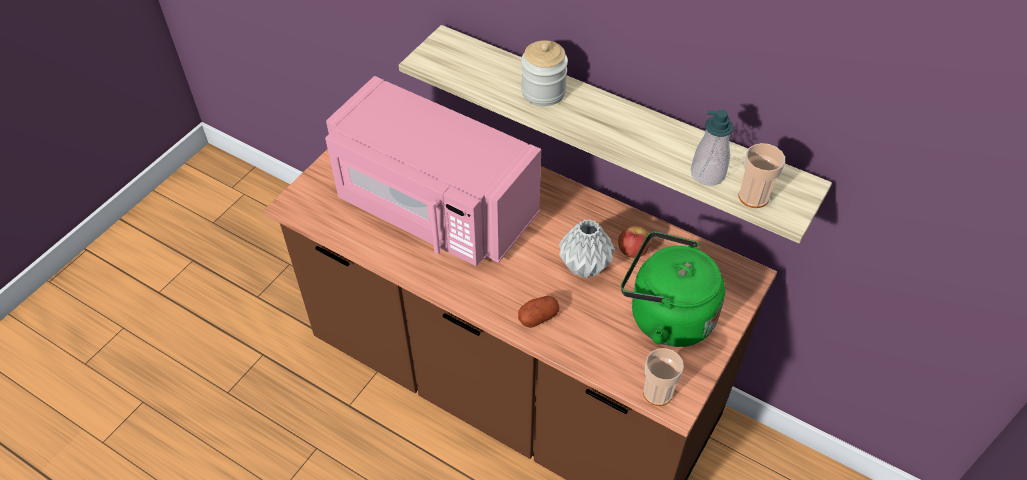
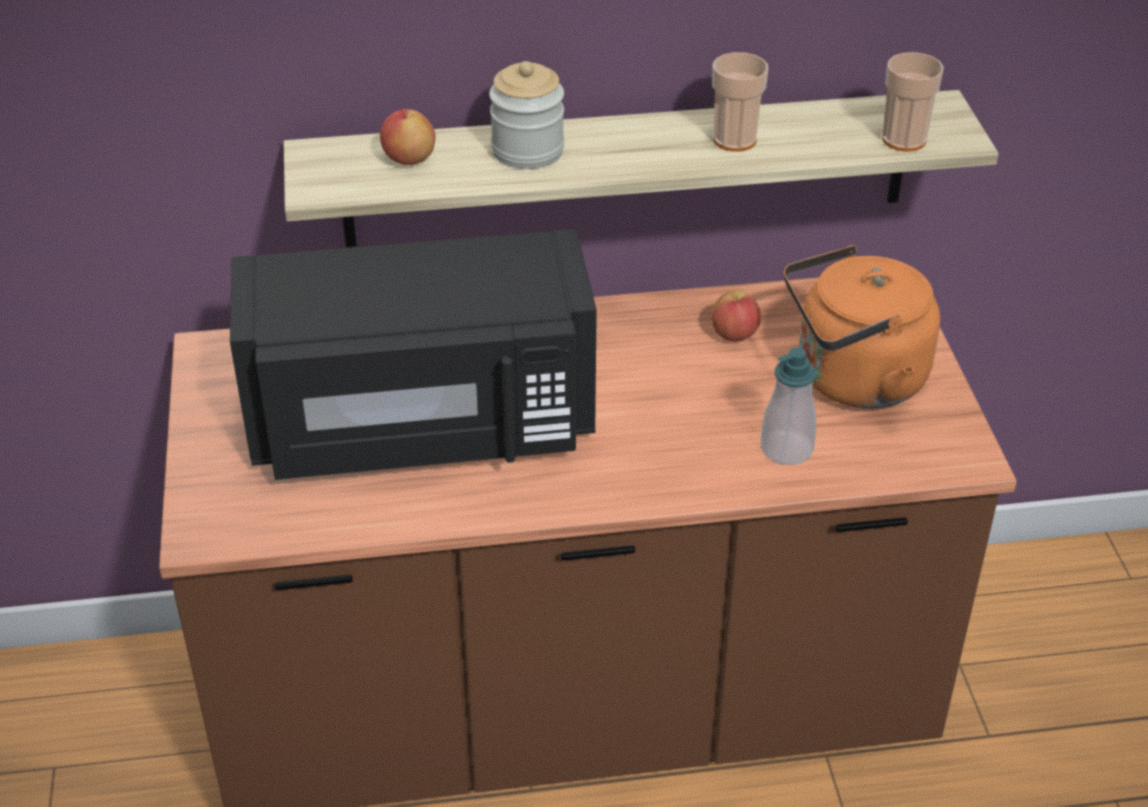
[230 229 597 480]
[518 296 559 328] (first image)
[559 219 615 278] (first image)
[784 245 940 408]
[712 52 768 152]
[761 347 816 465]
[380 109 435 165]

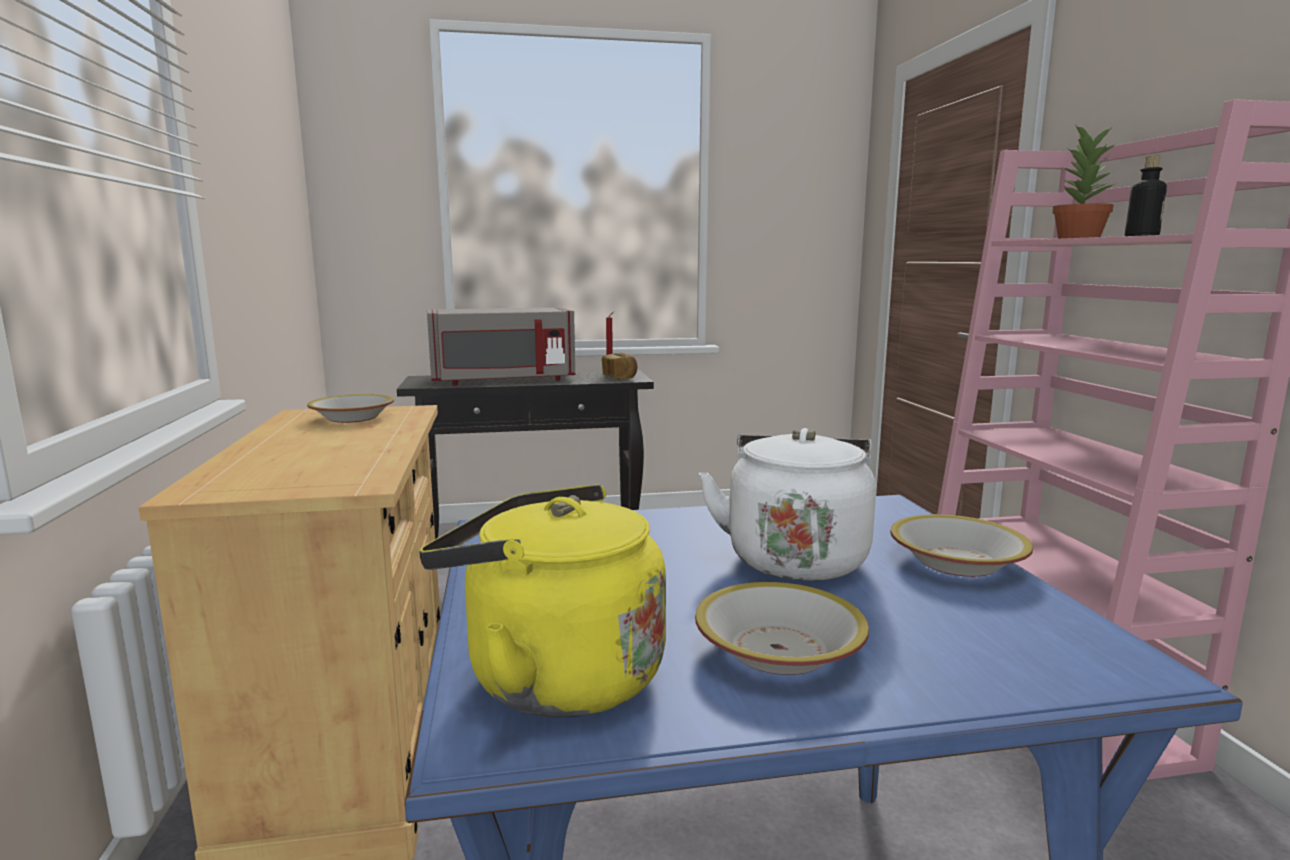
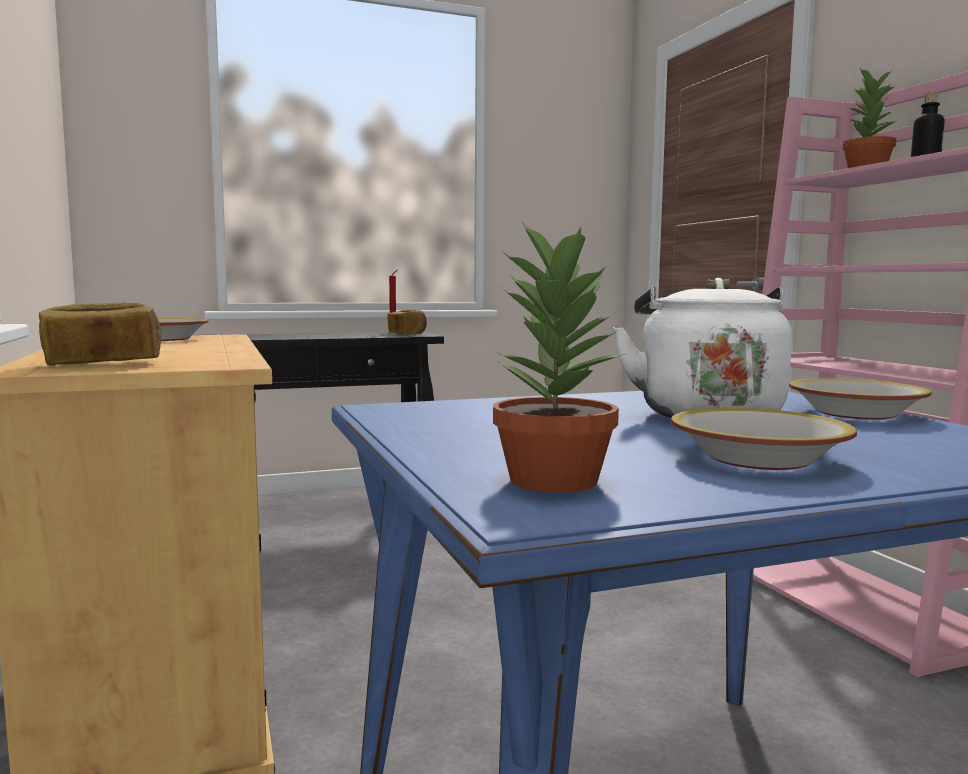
[493 221 627 493]
[427 307 576 385] (first image)
[39 303 161 365]

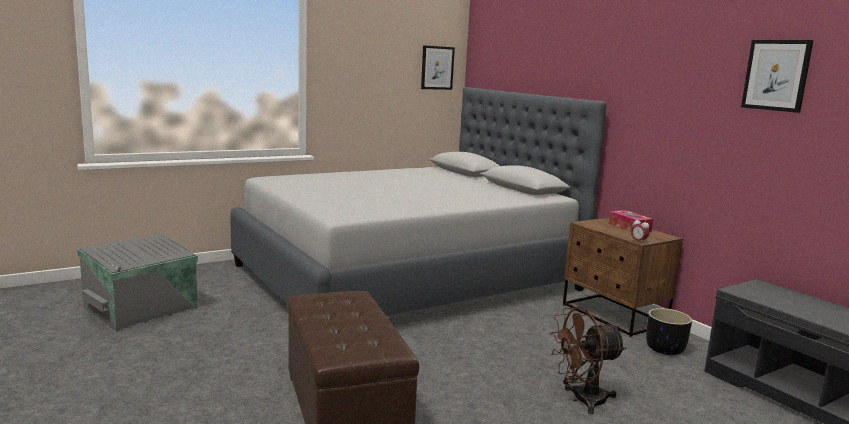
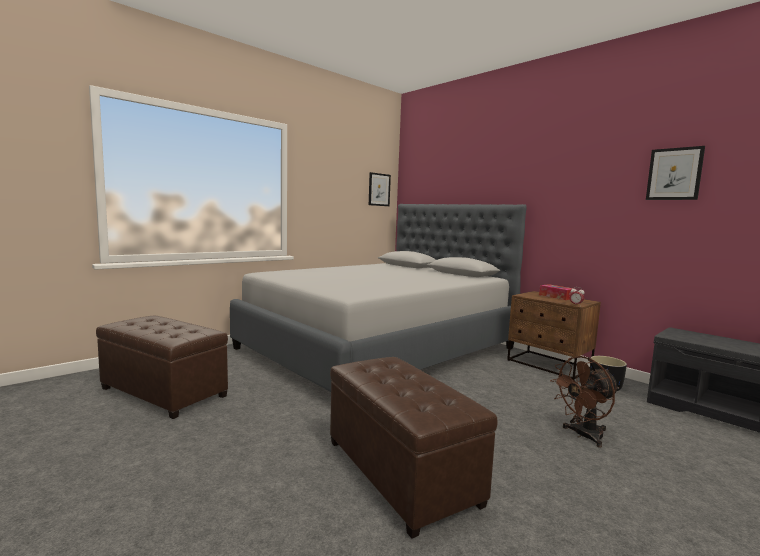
[96 316 228 419]

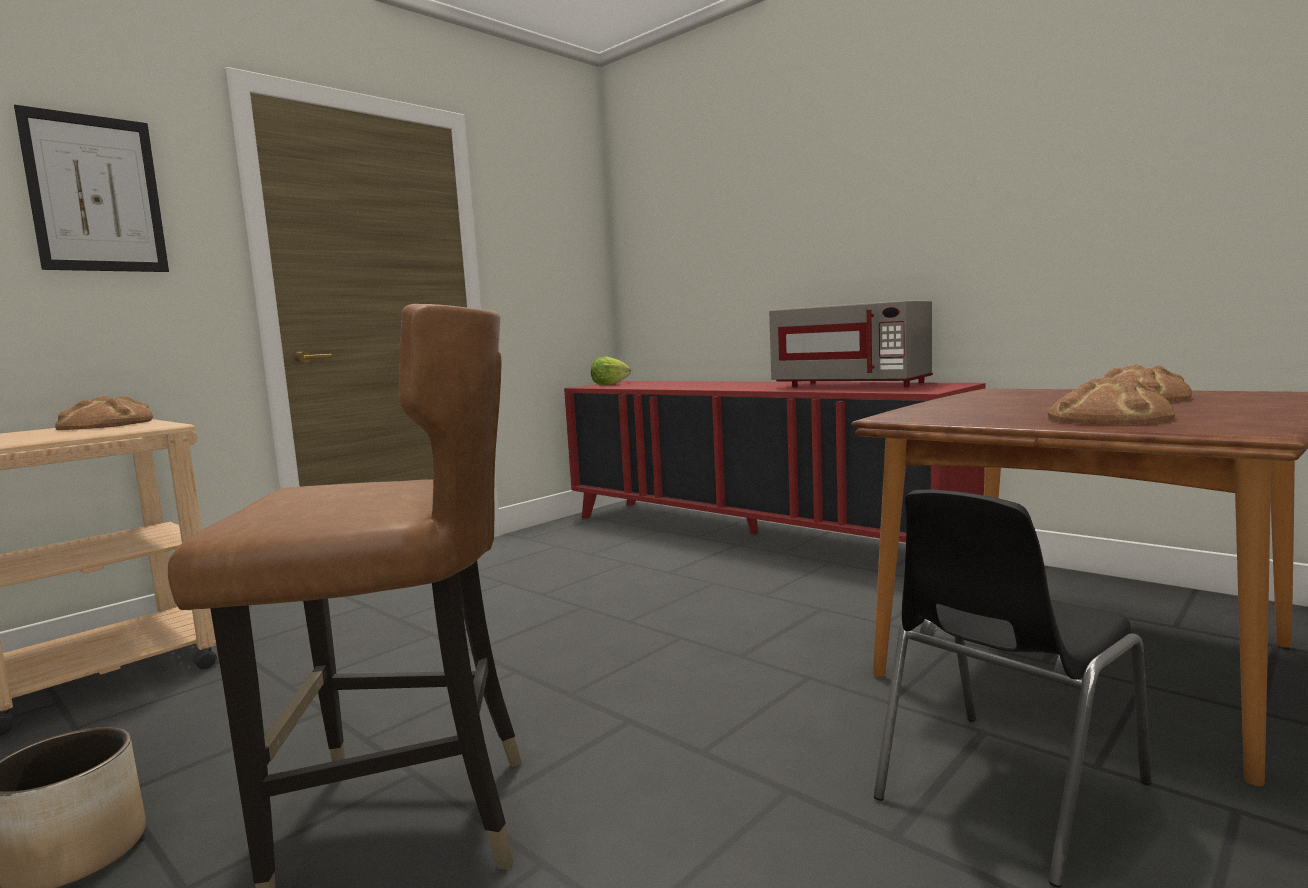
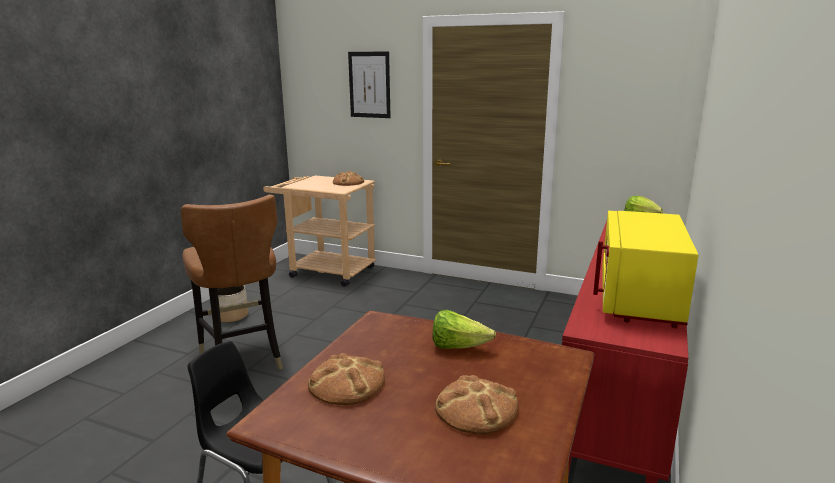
[593 211 698 328]
[433 310 496 349]

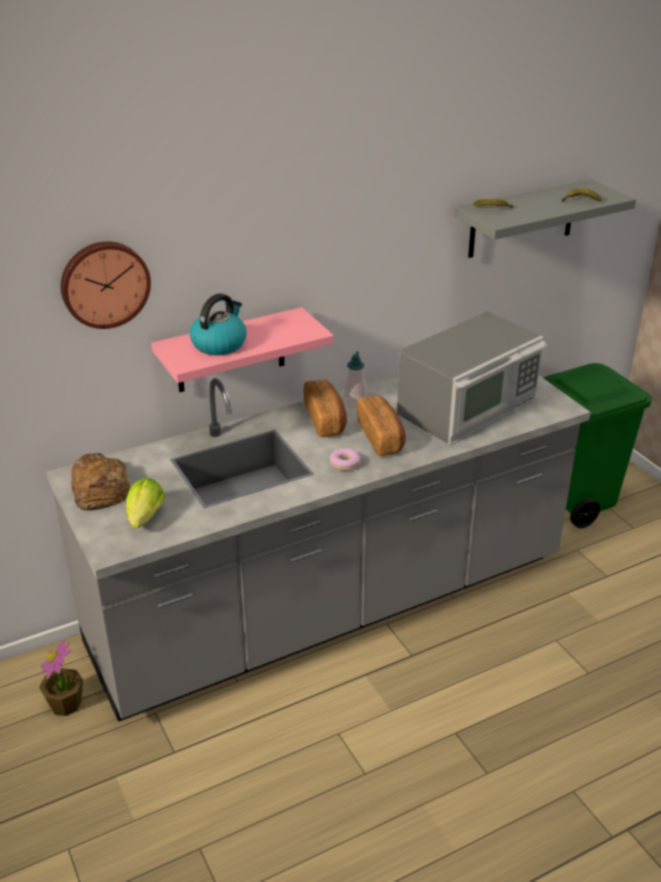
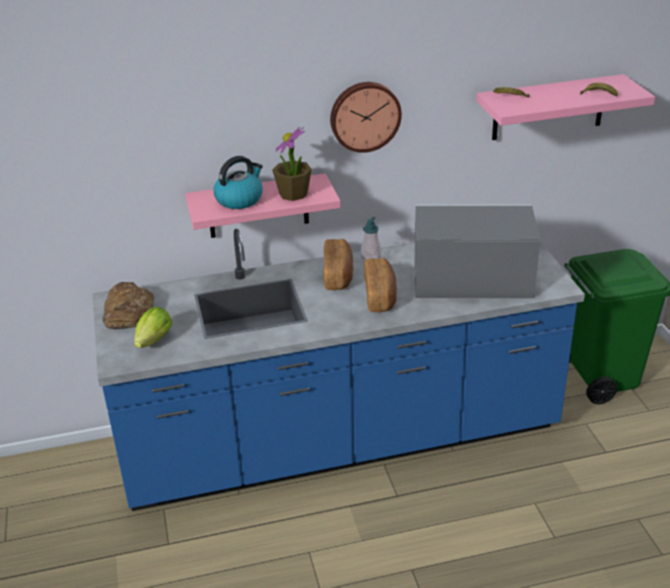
[272 127 312 201]
[92 229 585 511]
[330 82 402 153]
[329 448 361 471] (first image)
[414 204 541 299]
[476 74 655 140]

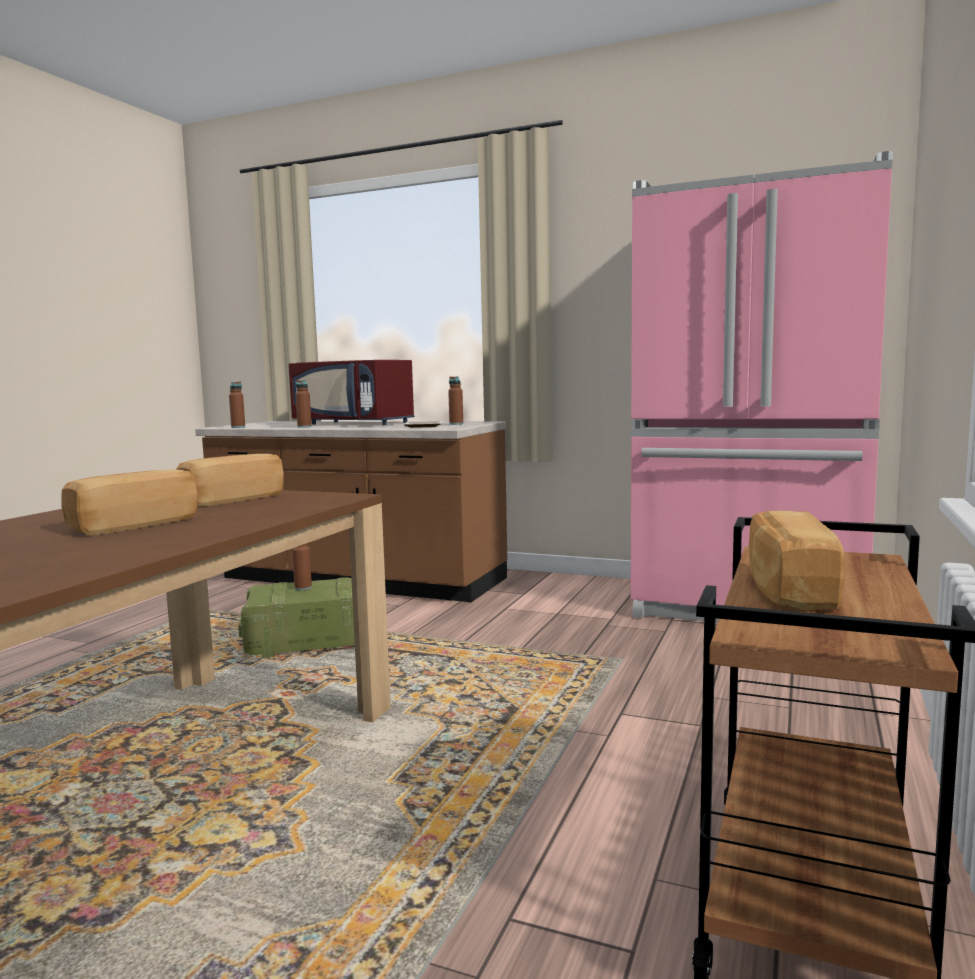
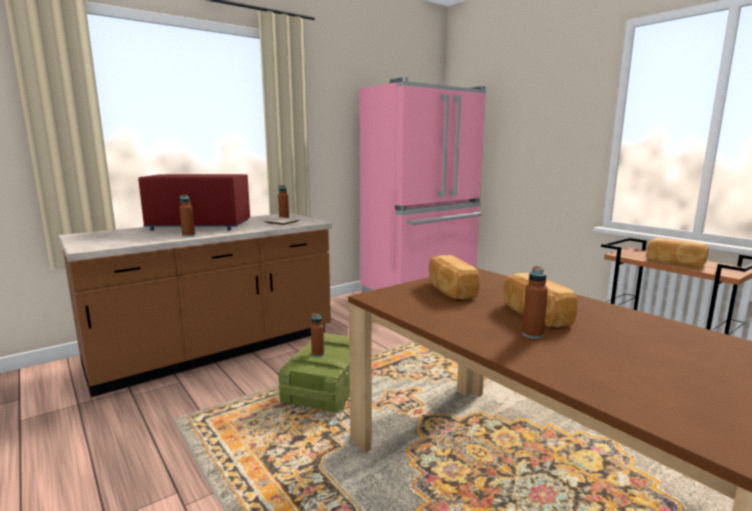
[522 266 548 339]
[138 174 250 231]

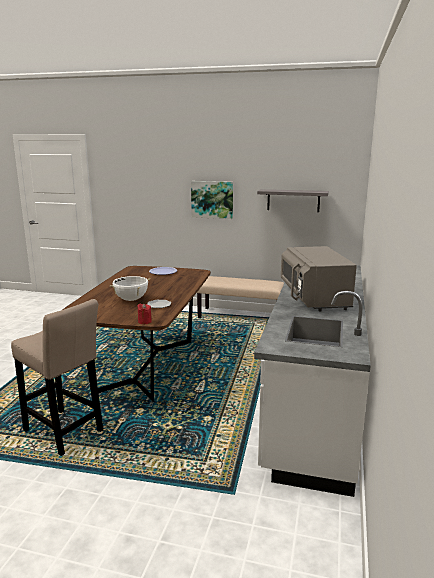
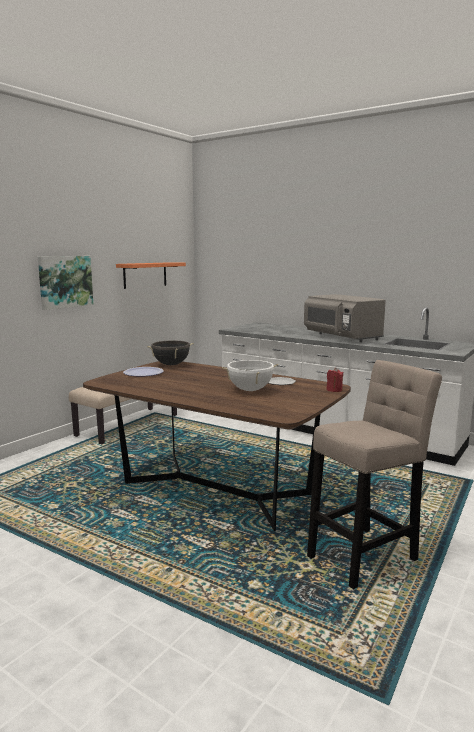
[116 262 186 289]
[304 294 386 342]
[147 340 194 365]

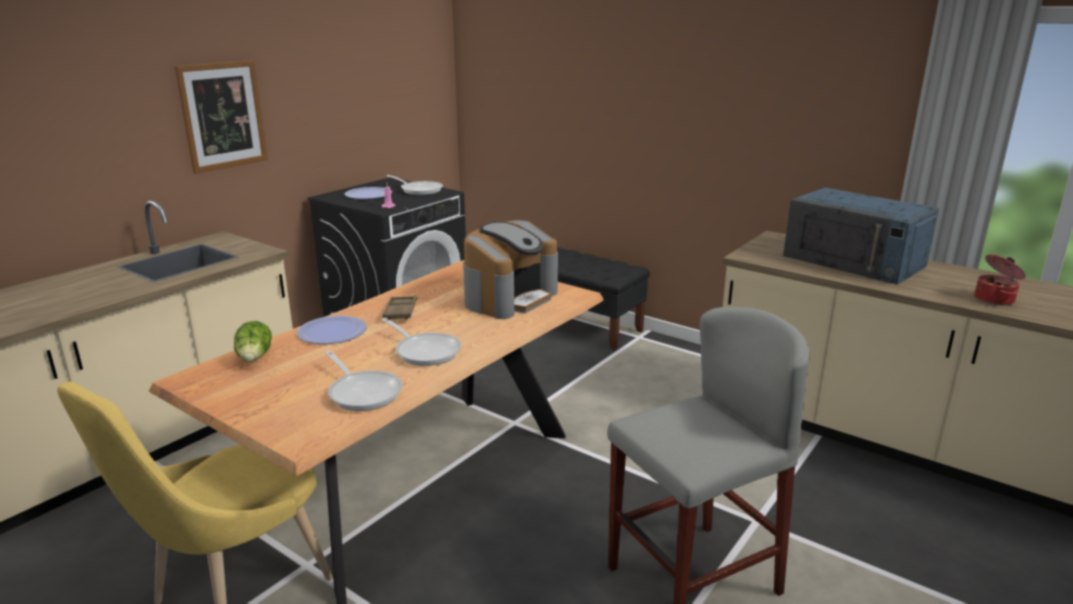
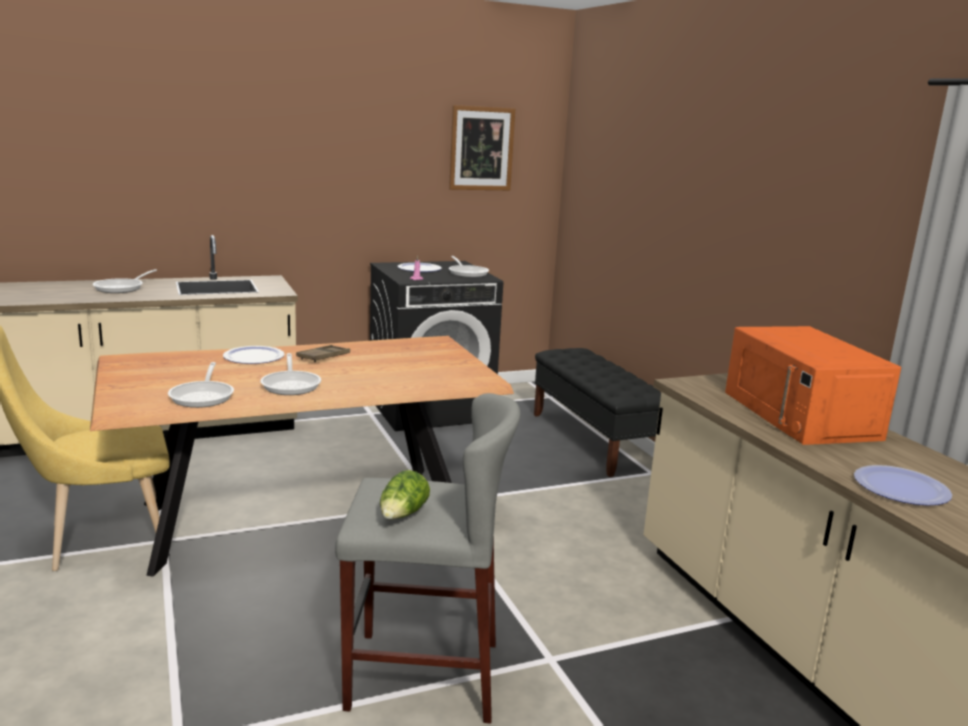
[449 105 515 190]
[380 470 430 520]
[463 220 558 319] (first image)
[725 326 901 445]
[854 465 952 506]
[93 269 157 293]

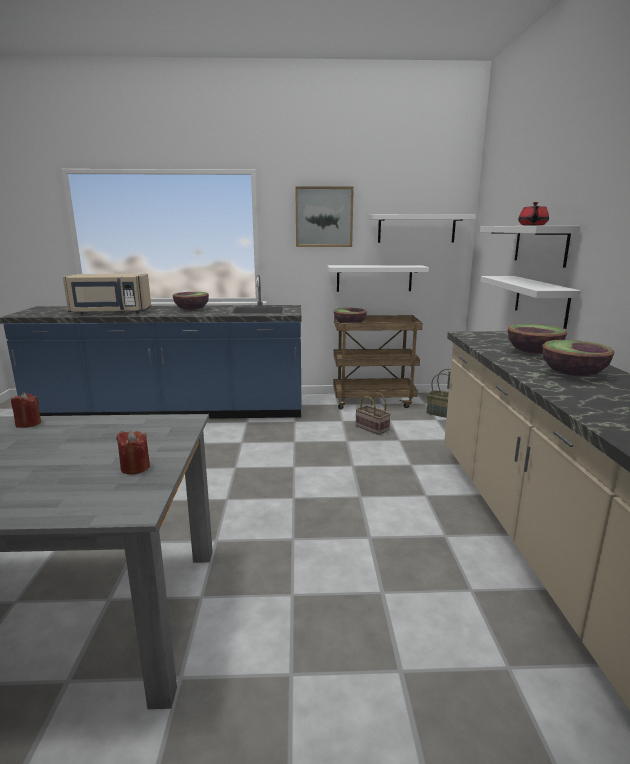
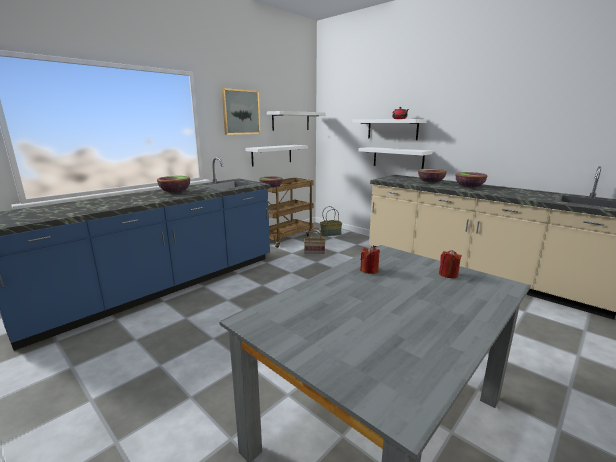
[360 246 380 274]
[63 274 151 314] (first image)

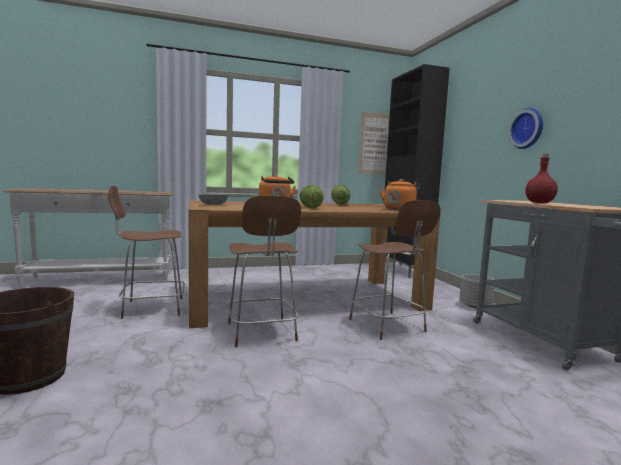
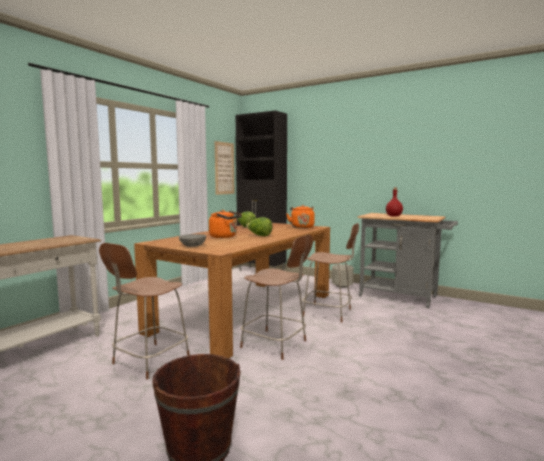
[508 108 543 149] (first image)

